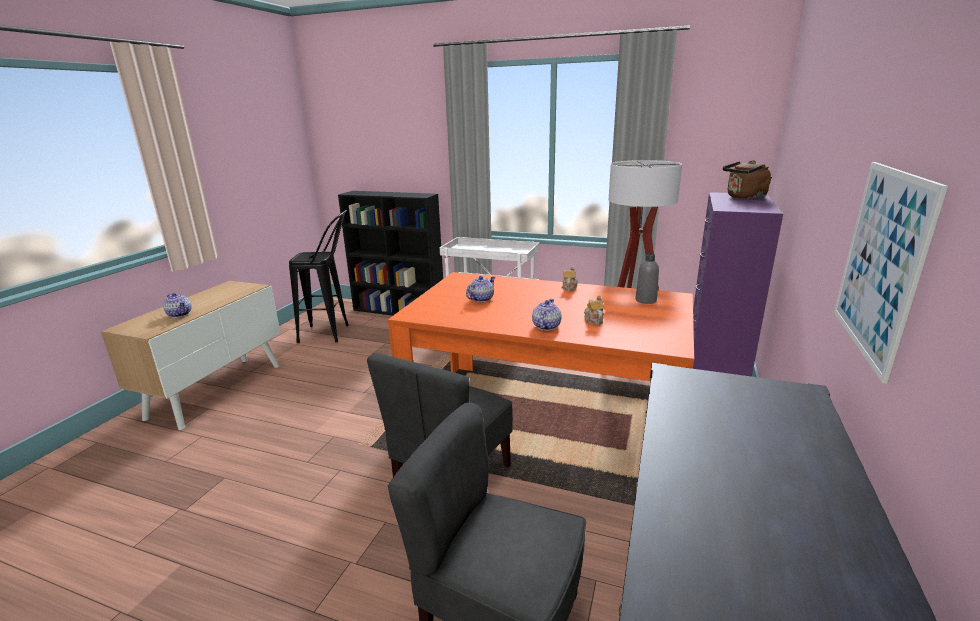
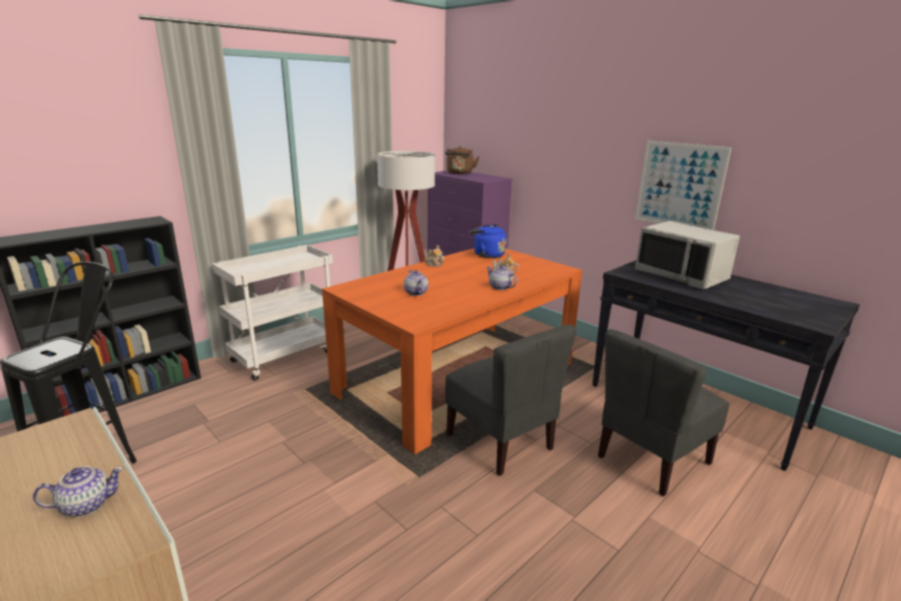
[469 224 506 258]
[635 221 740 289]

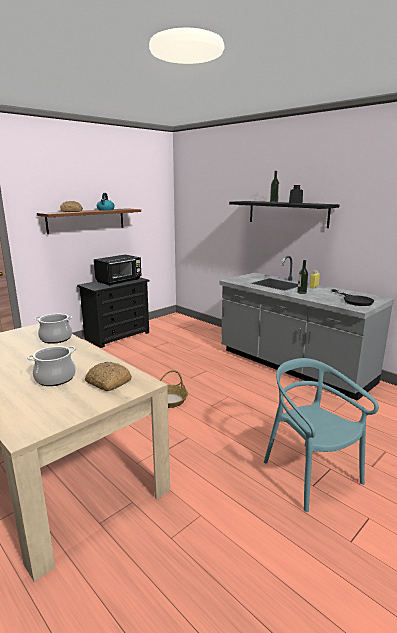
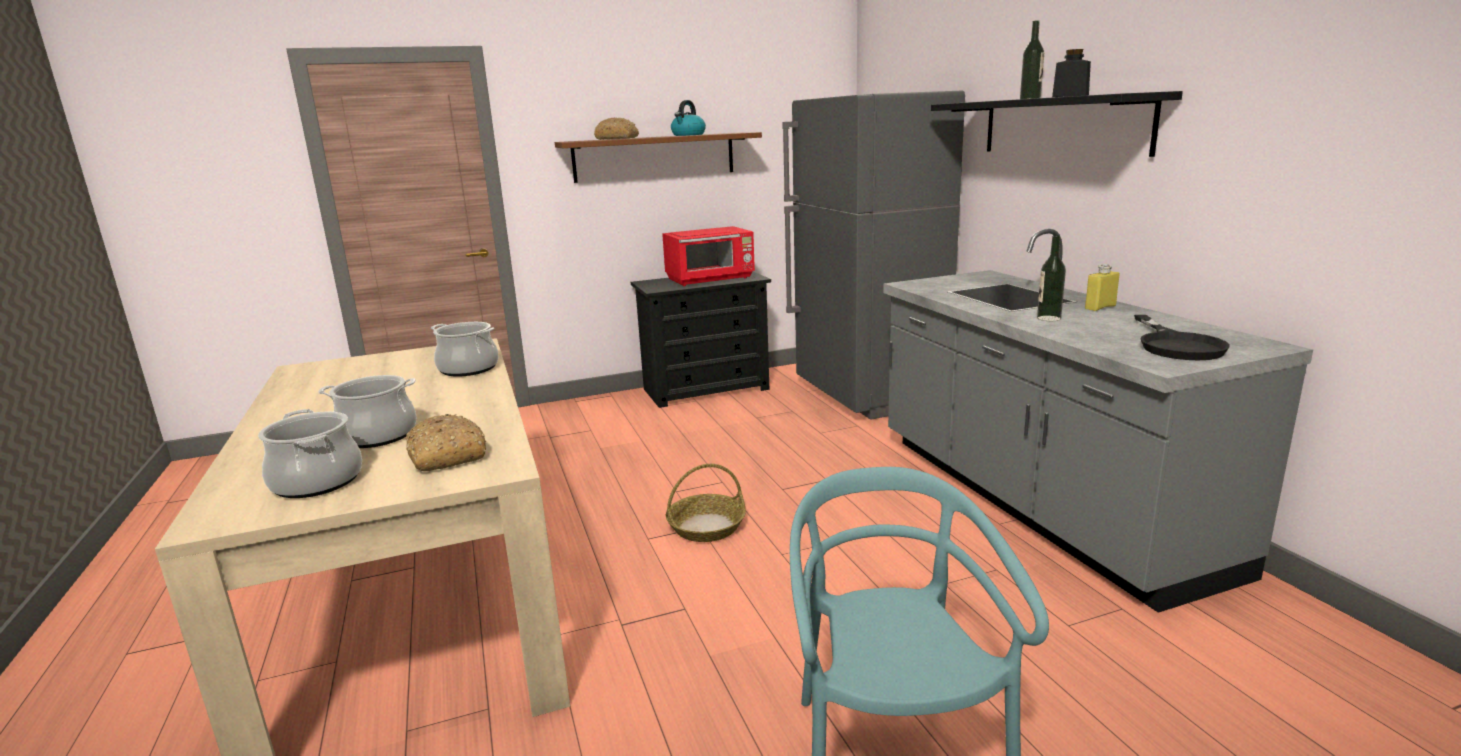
[662 226 755 286]
[258 409 362 498]
[782 90 965 419]

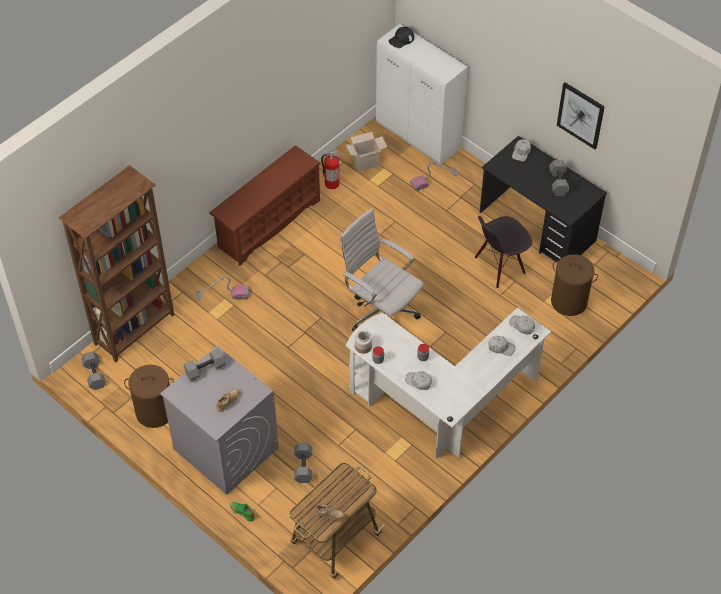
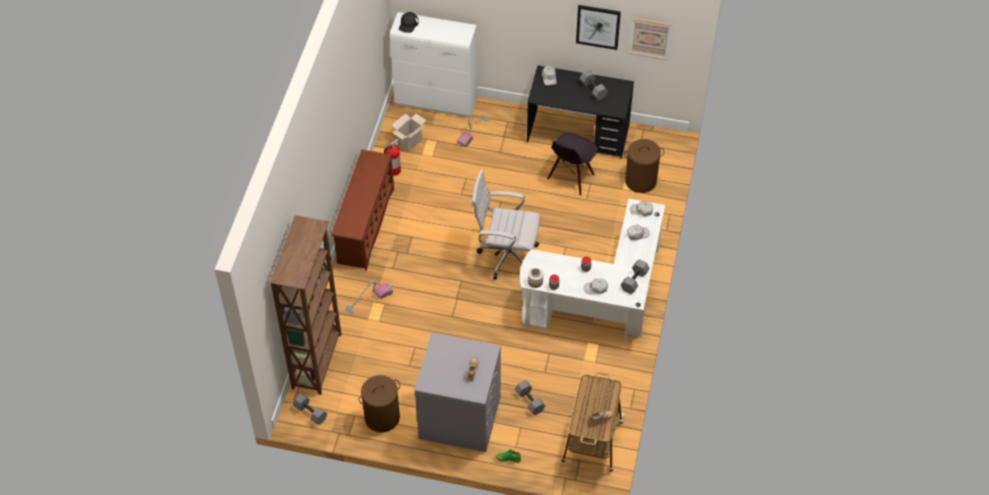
[621 259 650 294]
[630 18 671 60]

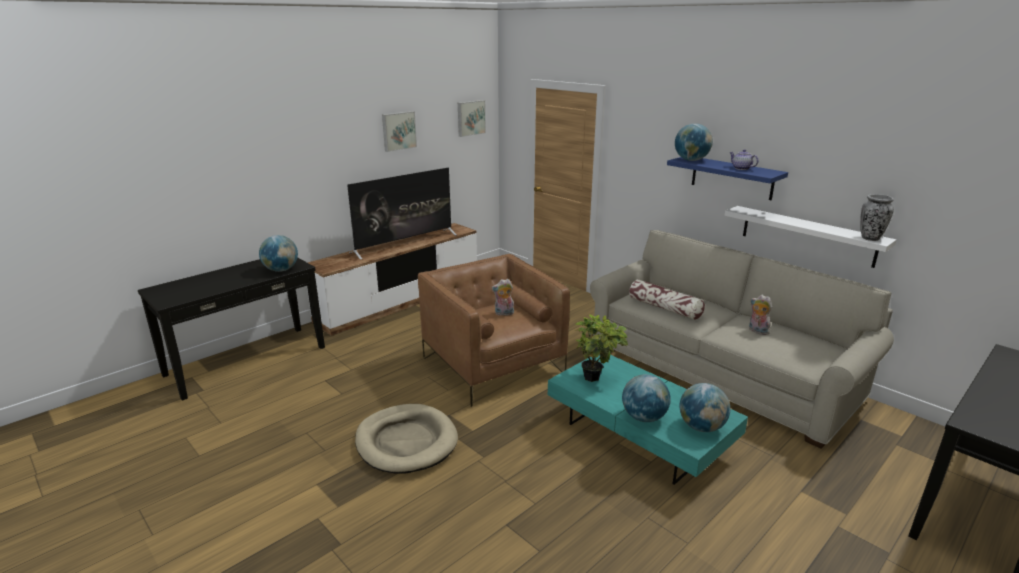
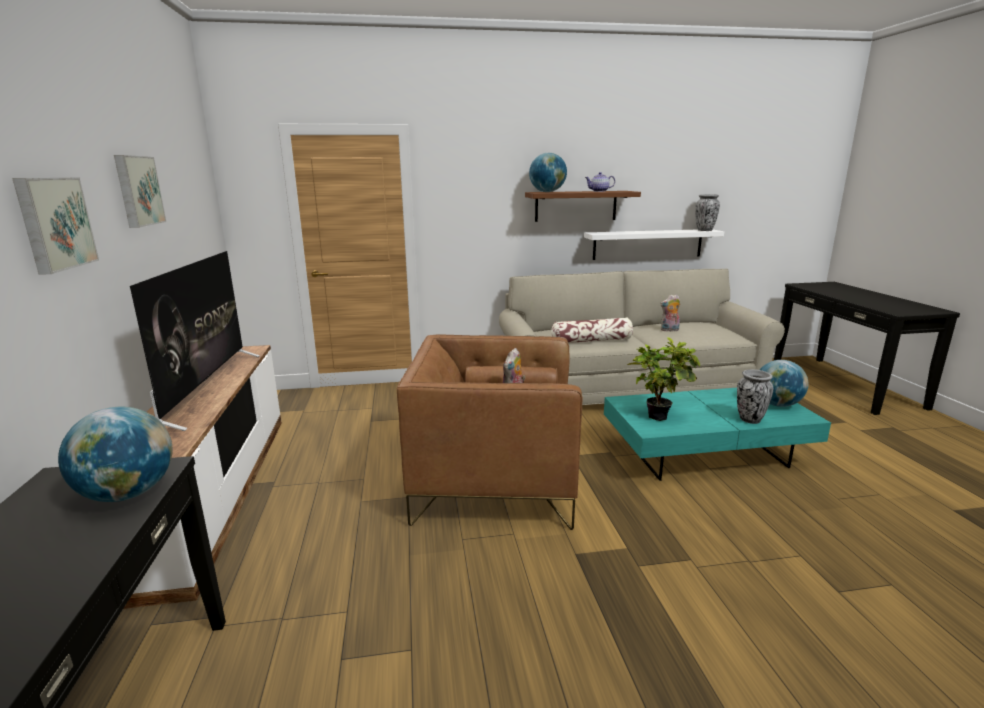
[355 404 458 473] (first image)
[12 177 99 275]
[737 369 773 424]
[525 191 641 222]

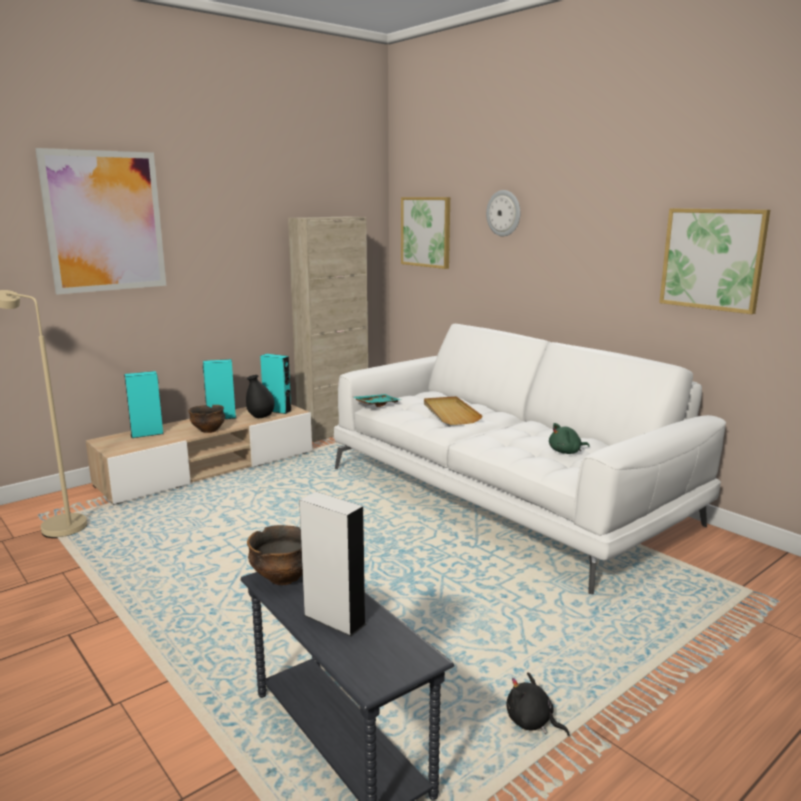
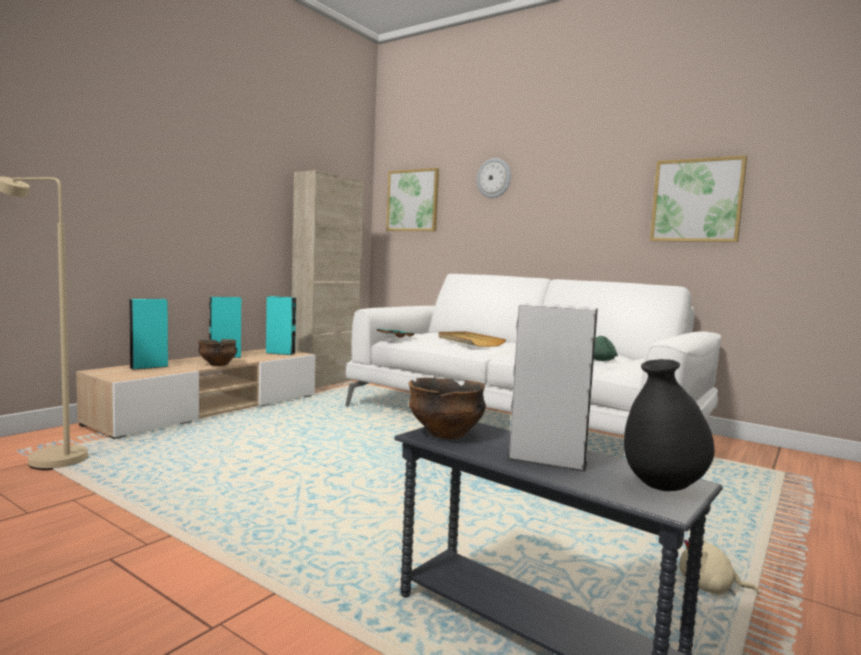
[35 148 166 294] (first image)
[624 359 715 491]
[679 538 759 596]

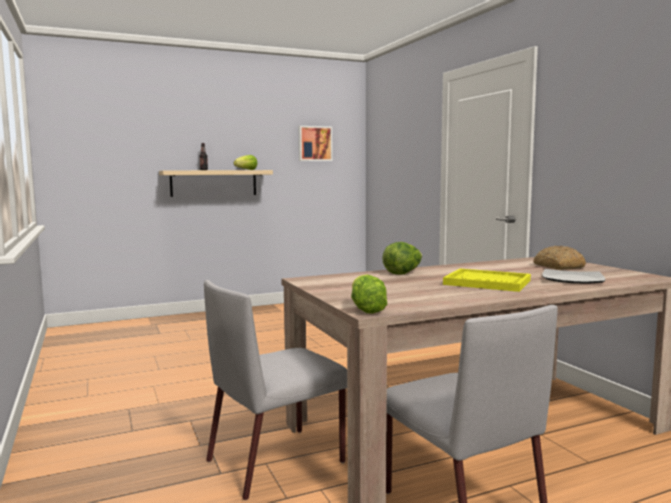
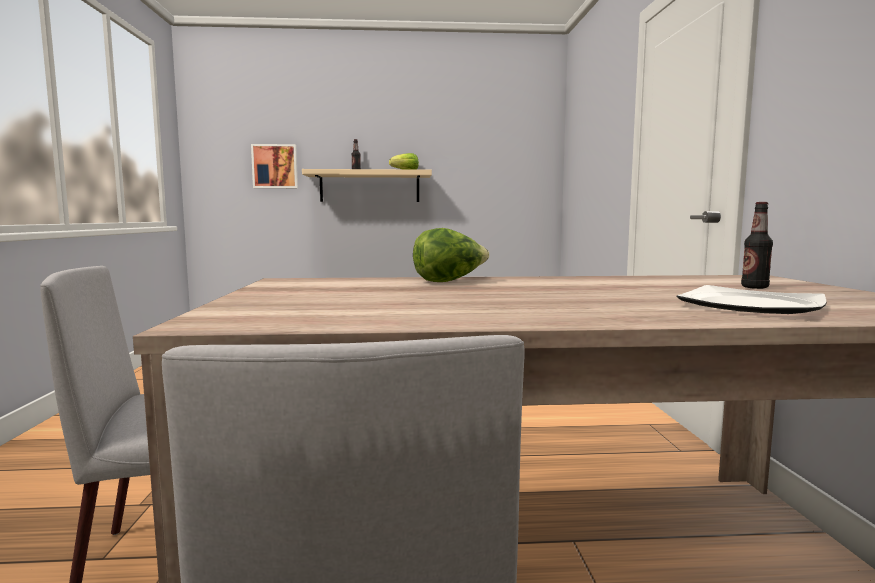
[251 144 298 188]
[351 274 387 314] (first image)
[443 269 531 292] (first image)
[741 202 773 289]

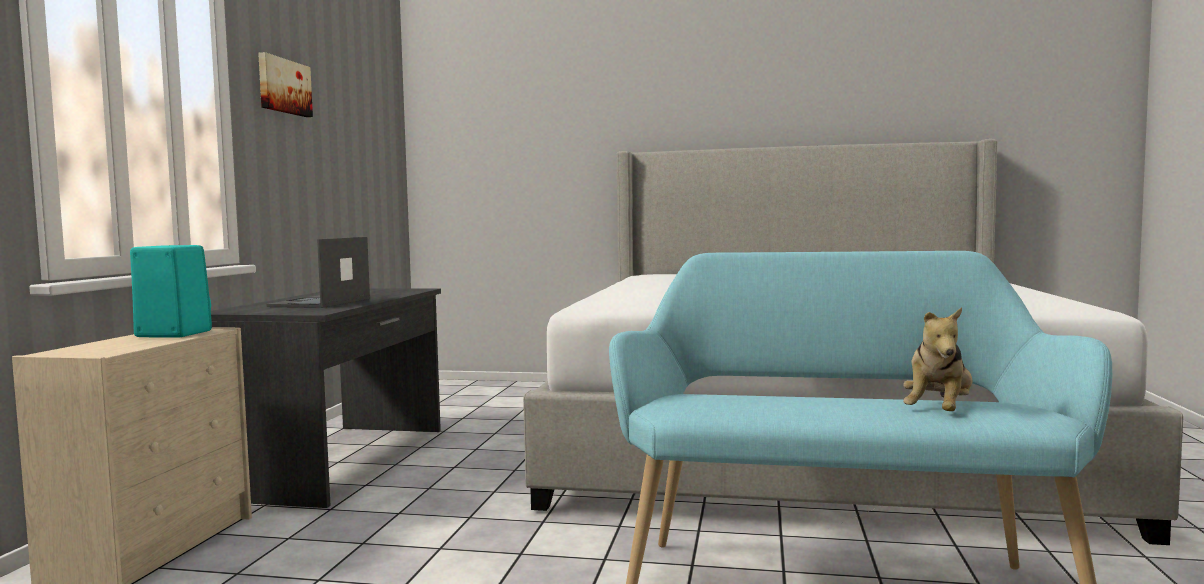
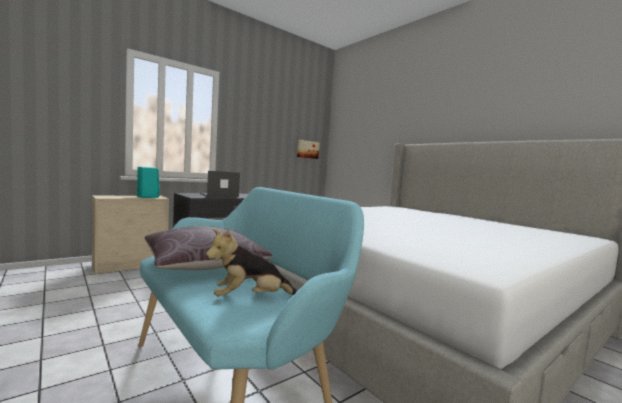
[297 140 319 159]
[144 226 272 270]

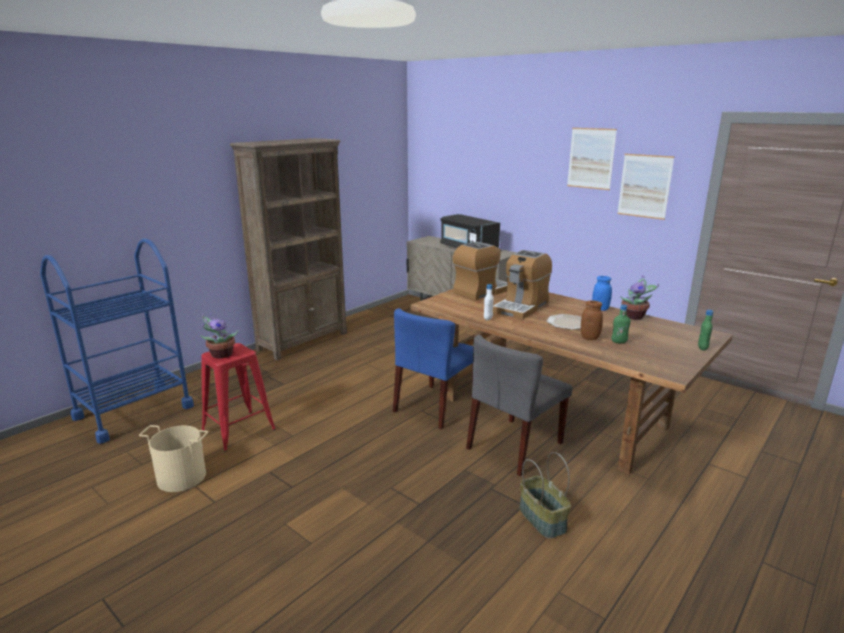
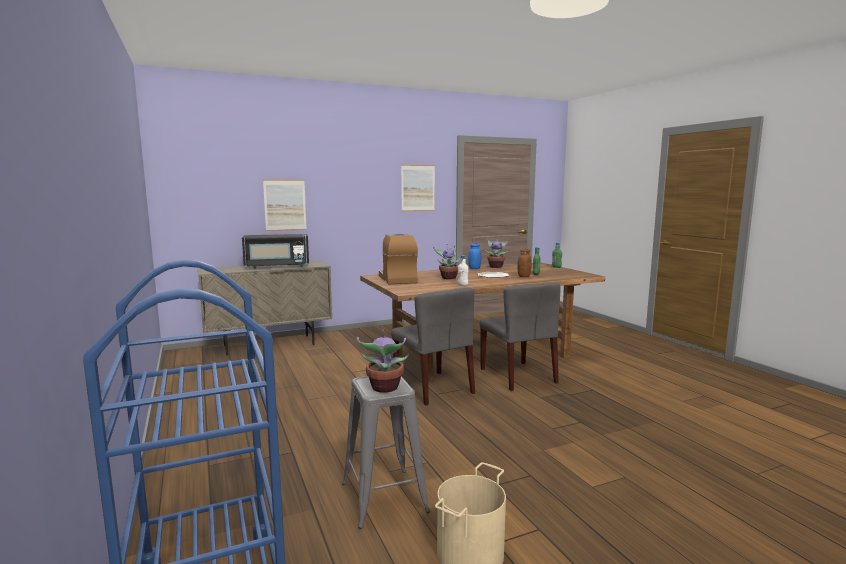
[342 376 430 529]
[230 138 347 360] (first image)
[391 288 475 406]
[433 244 460 279]
[519 452 571 539] (first image)
[263 179 307 231]

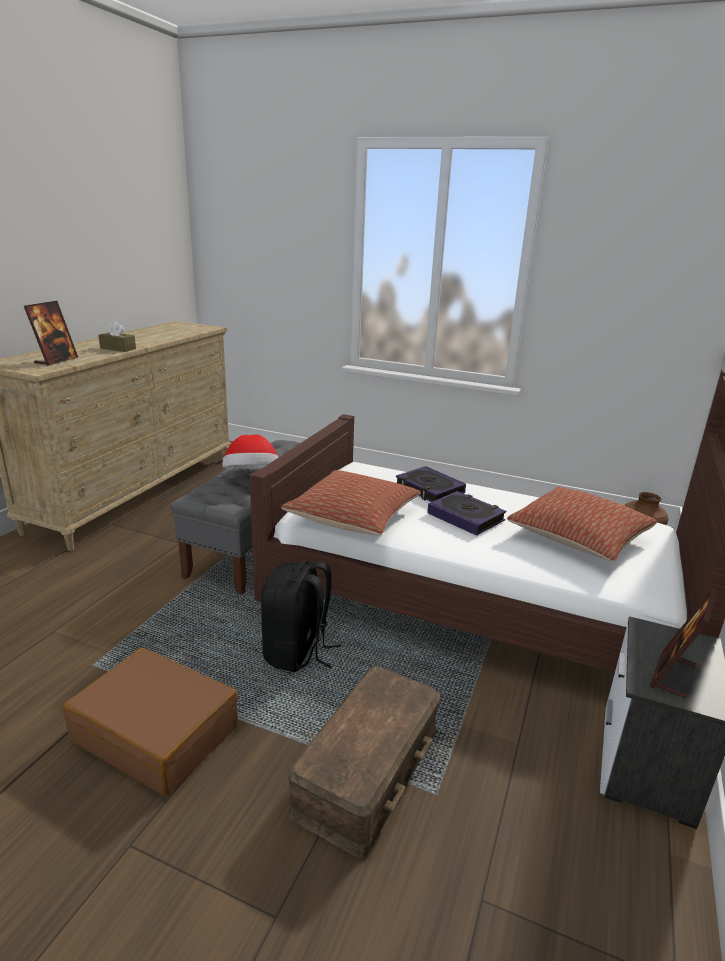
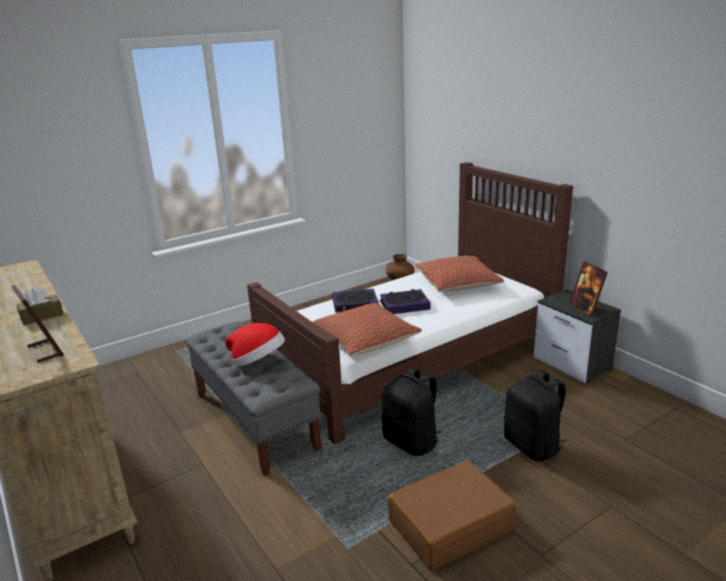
[504 370 566 461]

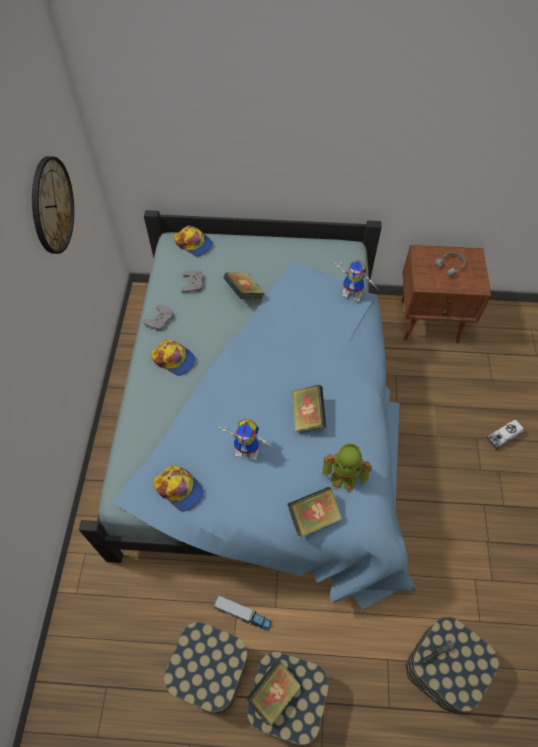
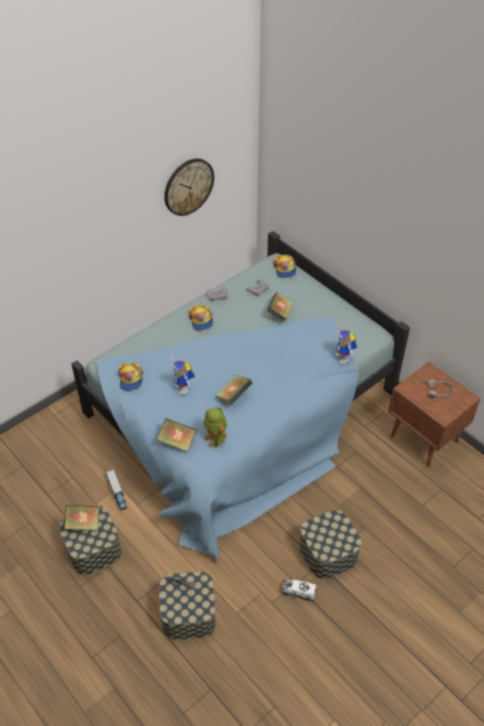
[299 510 362 579]
[282 579 317 601]

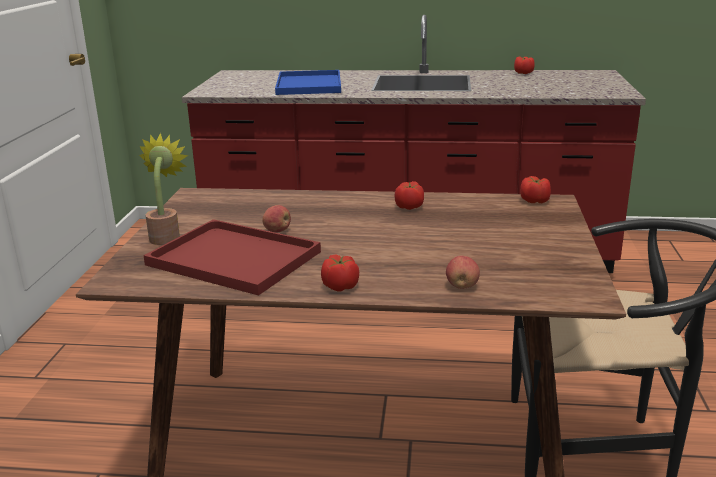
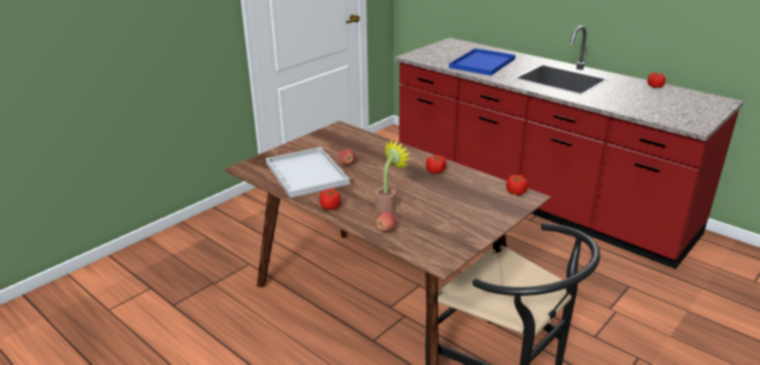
[375 140 410 213]
[266 147 350 198]

